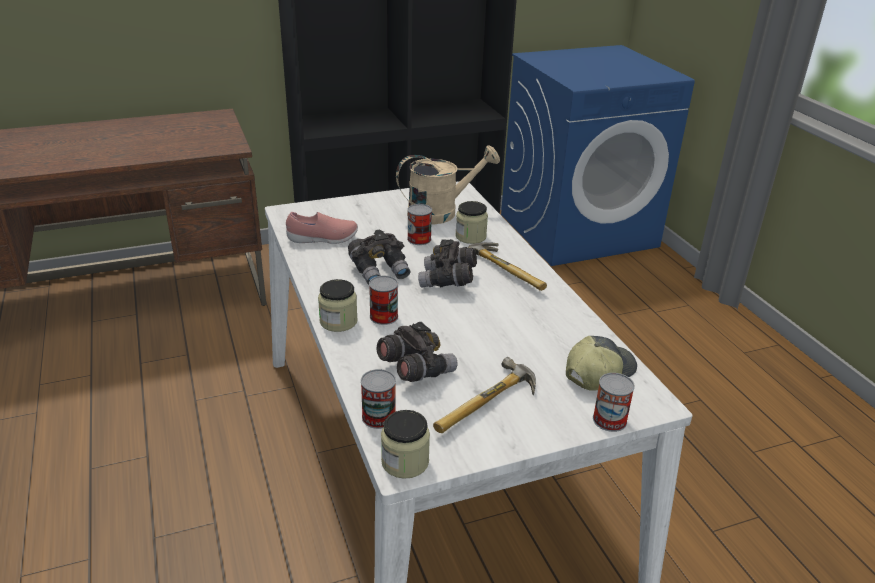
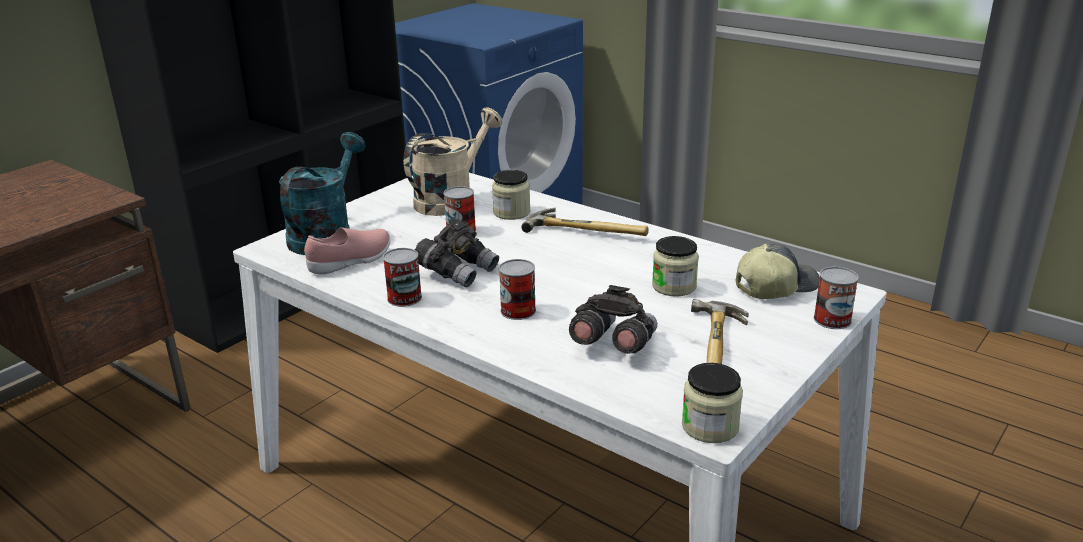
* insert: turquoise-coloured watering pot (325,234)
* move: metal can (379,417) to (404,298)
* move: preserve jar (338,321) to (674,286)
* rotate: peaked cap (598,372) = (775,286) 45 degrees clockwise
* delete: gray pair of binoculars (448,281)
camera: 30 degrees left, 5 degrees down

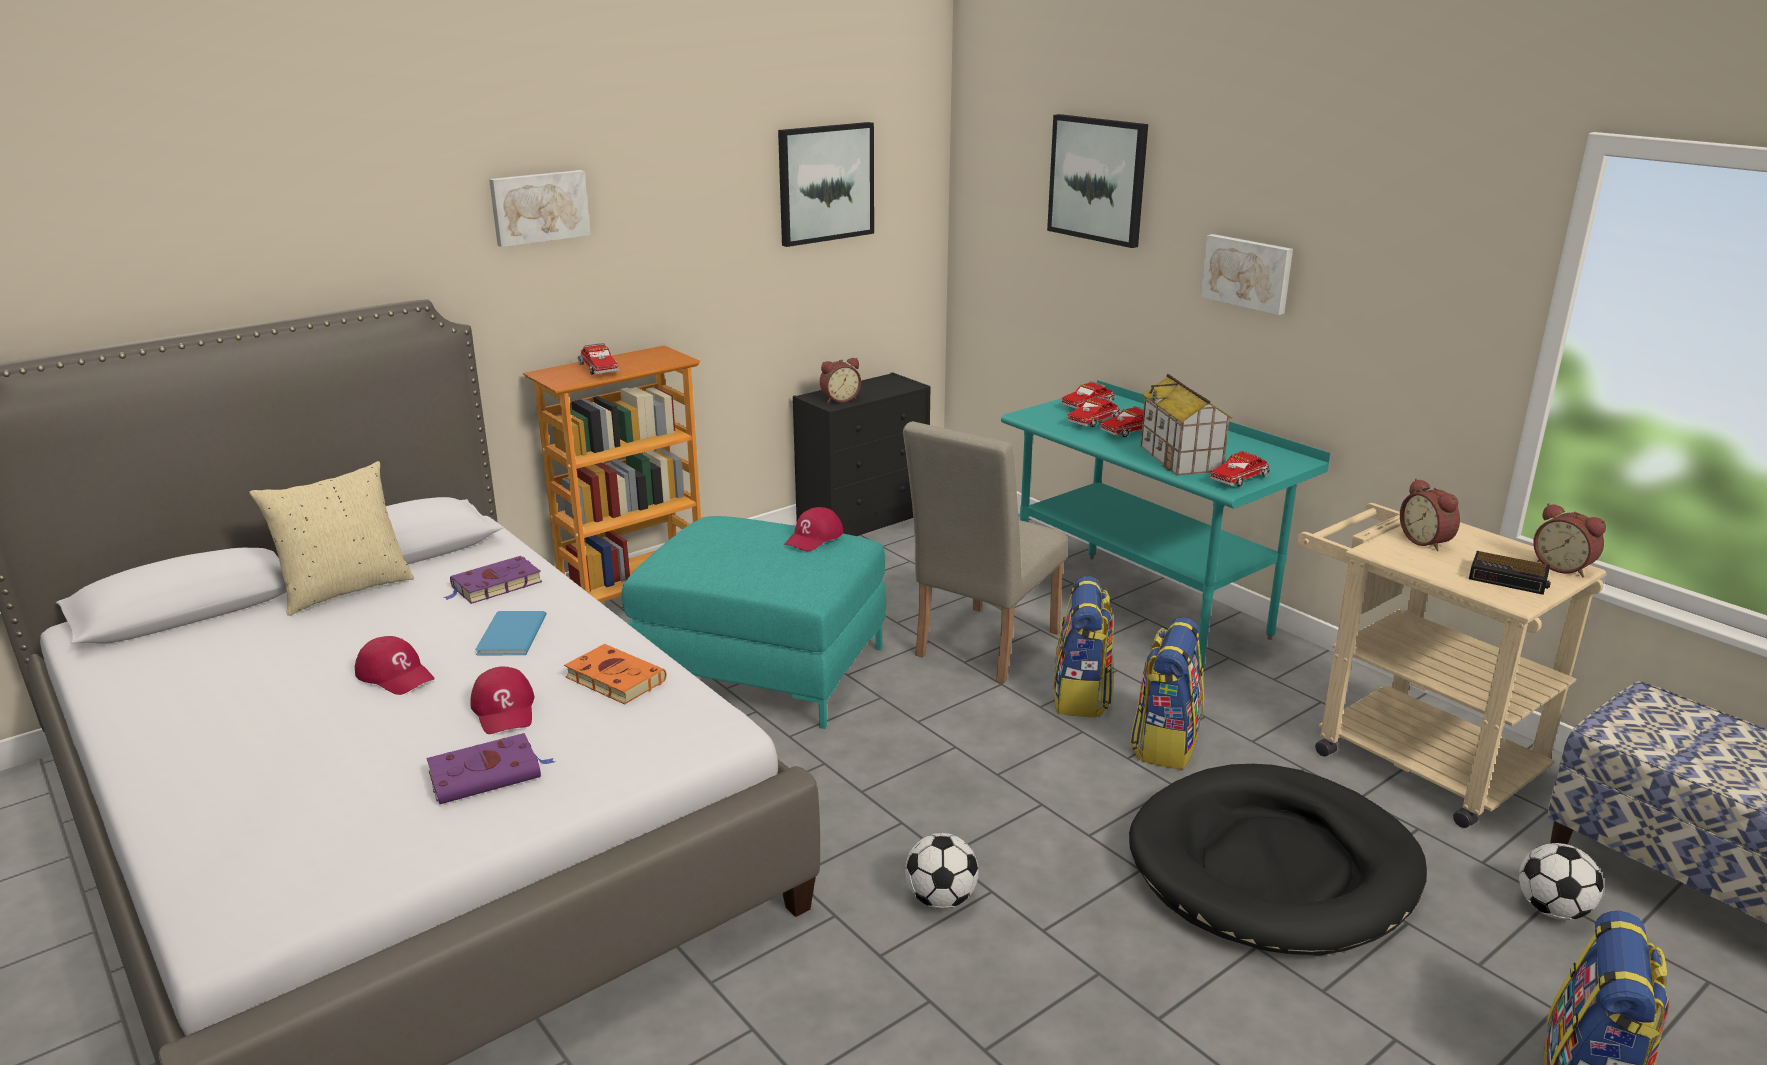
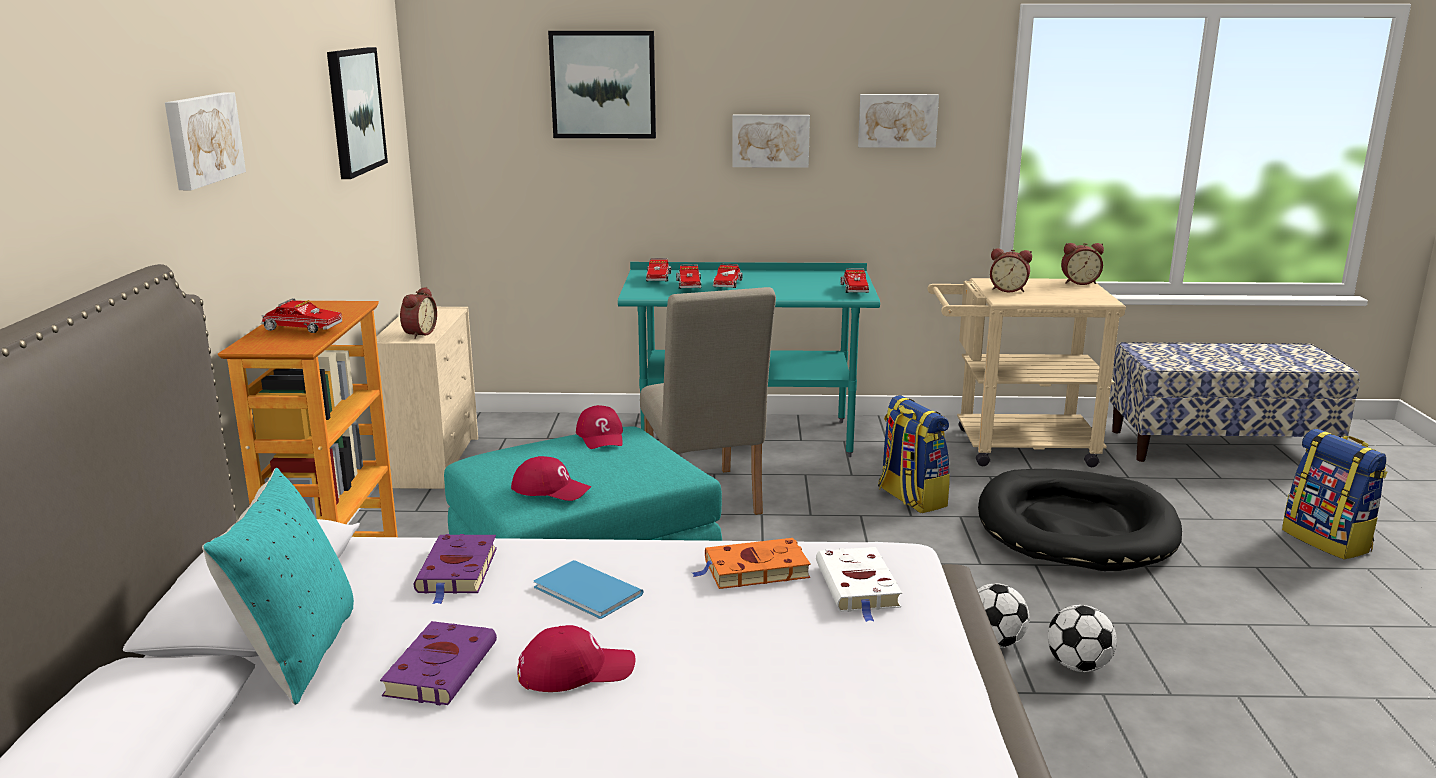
* recolor: sand-coloured pillow (345,590) to turquoise-coloured pillow (296,654)
* recolor: black drawer chest (864,521) to sand-coloured drawer chest (433,461)
* move: purple volume (488,774) to (442,667)
* move: red peaked cap (505,709) to (551,489)
* insert: whitish volume (858,587)
* insert: wall picture (897,120)
* move: ball for football (1552,910) to (1078,666)
* delete: backpack (1081,697)
* delete: model house (1181,458)
* delete: alarm clock (1509,579)
camera: 50 degrees left, 5 degrees down

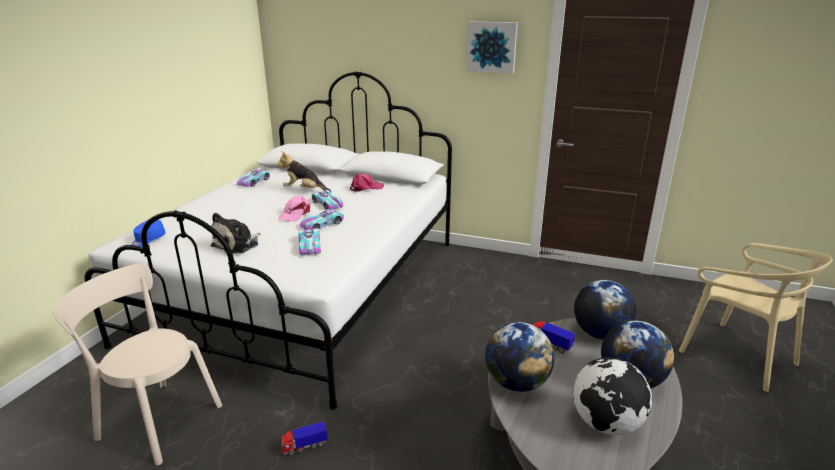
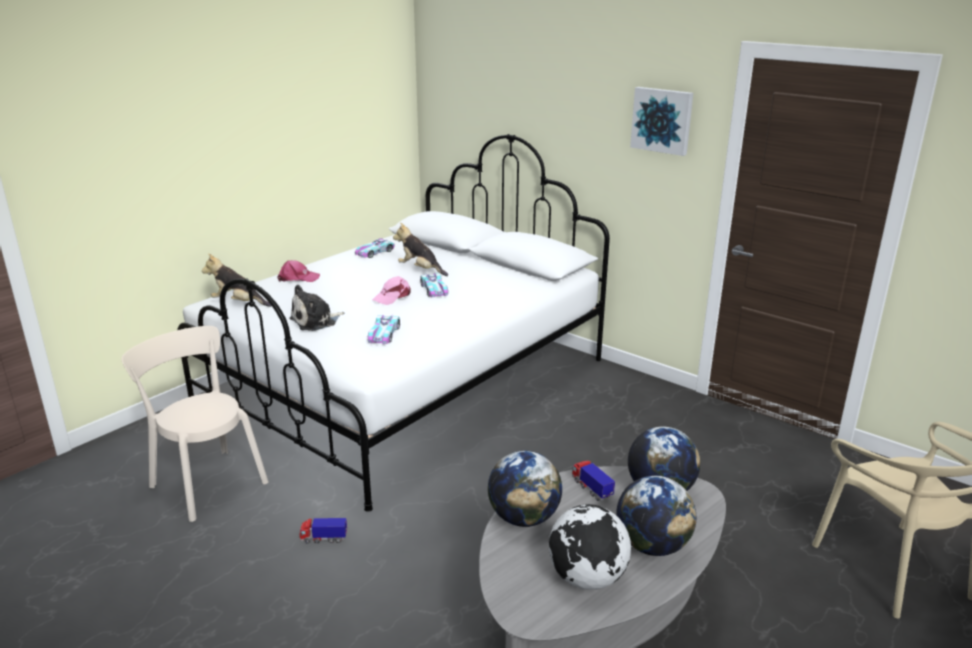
* replace: blue-coloured peaked cap (148,240) to plush toy (238,303)
* move: pink peaked cap (366,188) to (298,278)
* delete: toy car (322,224)
camera: 20 degrees right, 0 degrees up

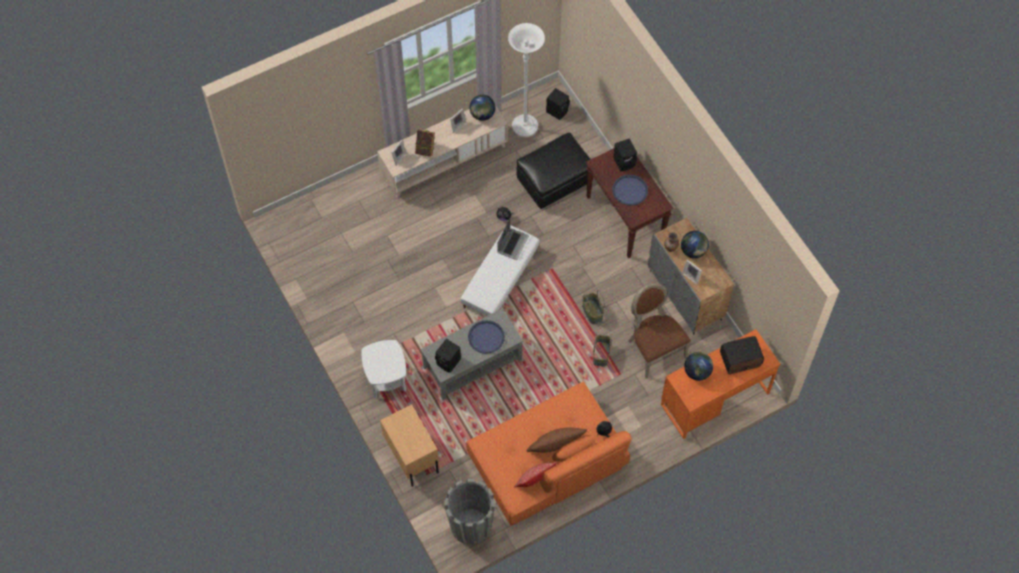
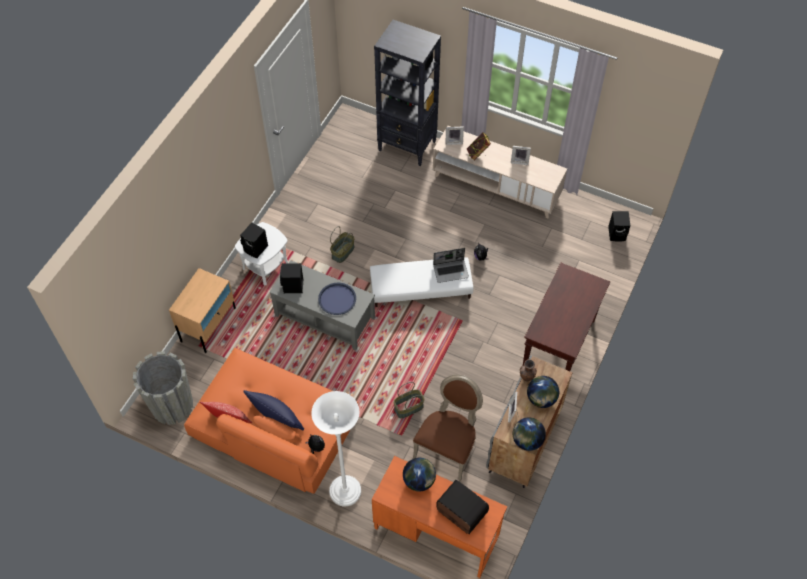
* move: black speaker (625,162) to (256,249)
* recolor: brown pillow (555,445) to blue-coloured pillow (276,416)
* move: whitish standard lamp (525,127) to (345,491)
* move: storage basket (592,312) to (342,252)
* insert: black shelving unit (407,146)
* move: globe (482,115) to (527,441)
* delete: black pouffe (554,181)
* delete: blue-coloured tray (630,190)
camera: 55 degrees right, 5 degrees down

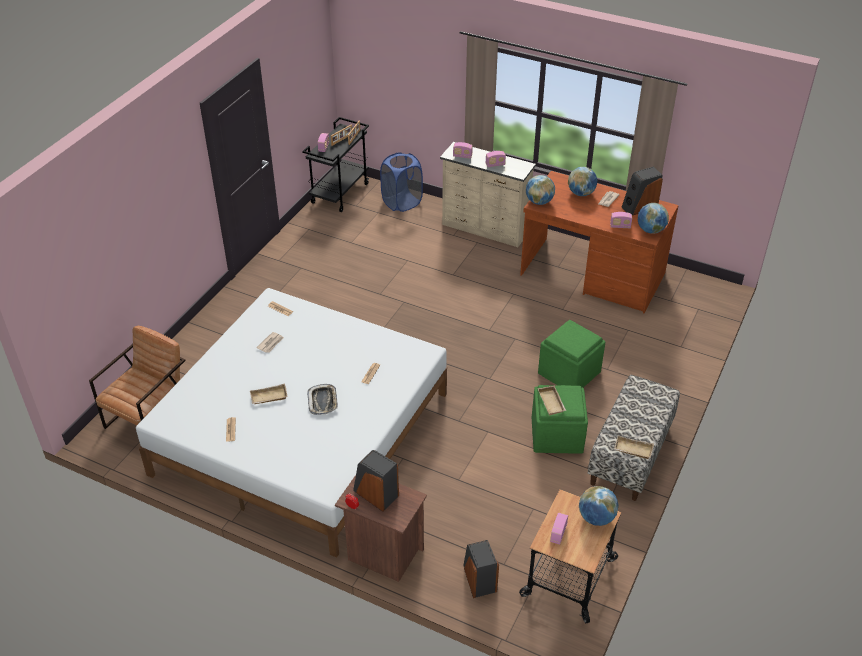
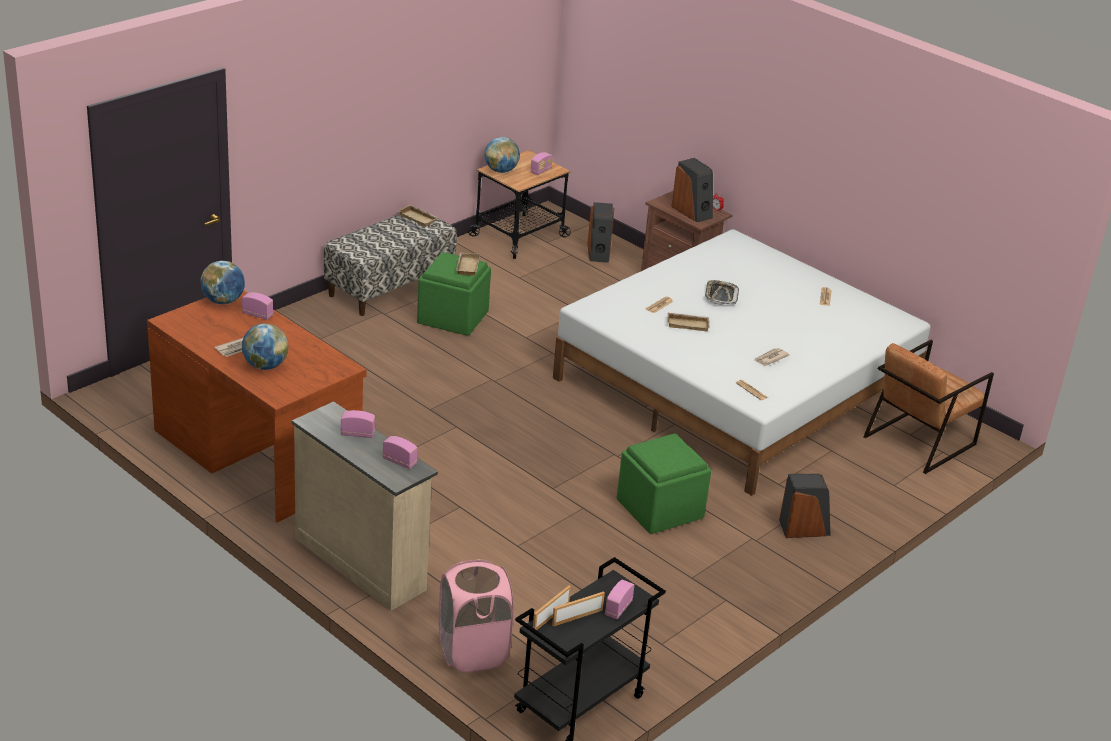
* recolor: blue-coloured laundry basket (402,202) to pink laundry basket (473,652)
* move: green pouffe (570,372) to (658,508)
* move: sand-coloured tray (268,397) to (688,324)
* move: speaker (639,207) to (804,528)
* delete: globe (539,202)
camera: 165 degrees left, 10 degrees down

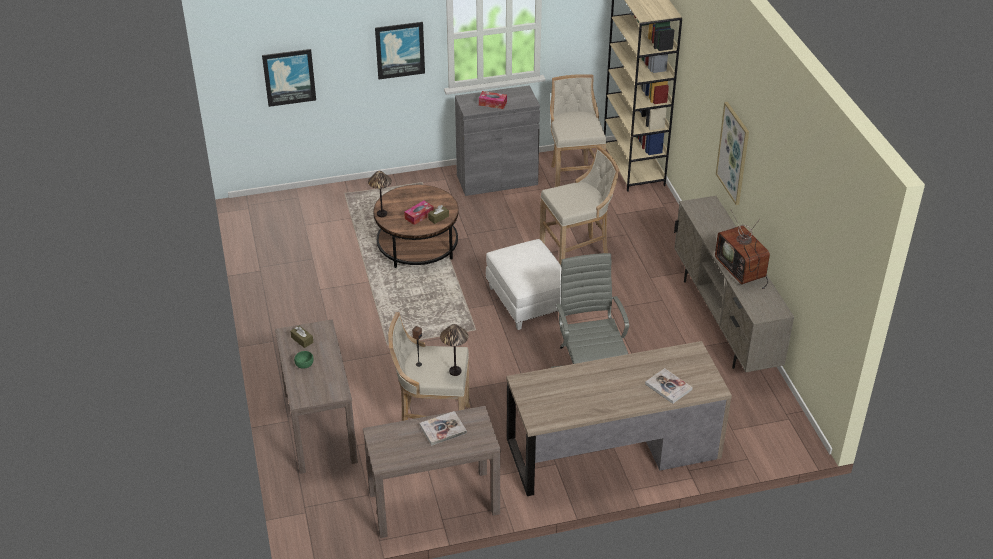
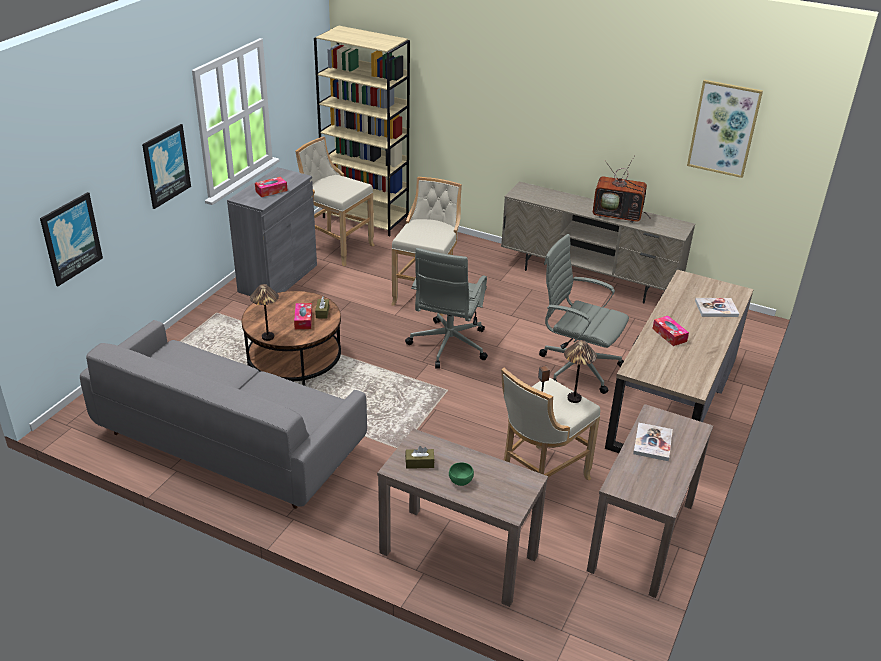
* insert: gray couch (230,441)
* replace: whitish pouffe (526,301) to gray computer chair (448,346)
* insert: tissue box (669,335)
* move: wall picture (733,153) to (724,128)
camera: 50 degrees left, 5 degrees down

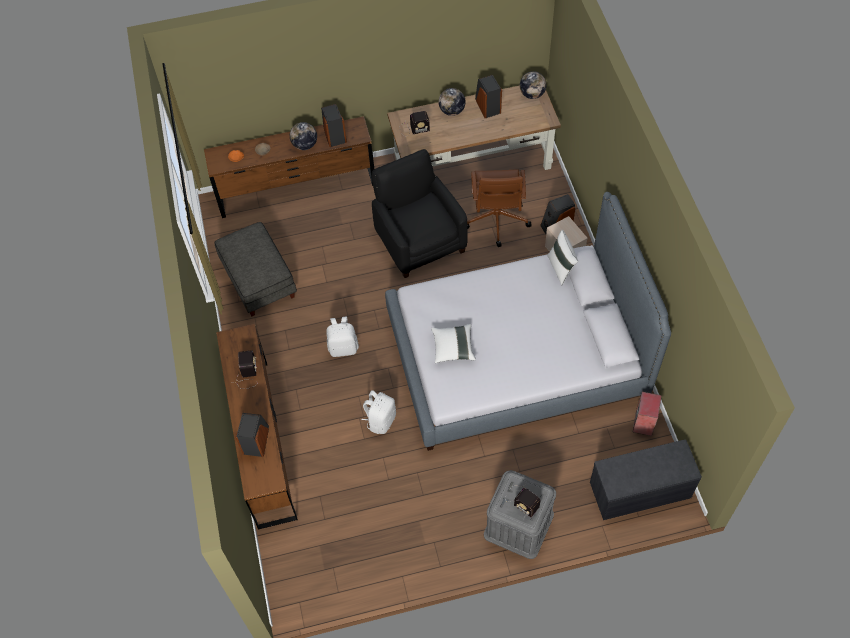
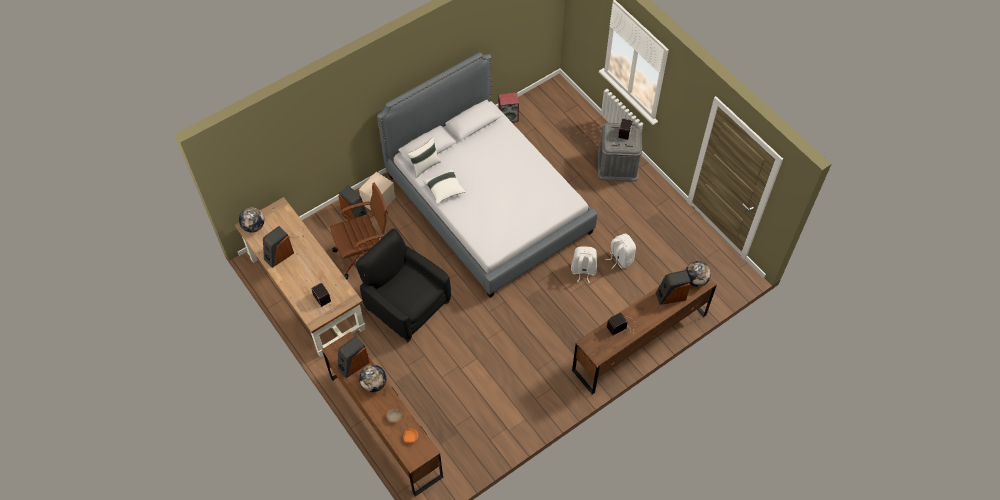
* rotate: black easy chair (419,240) = (406,304) 90 degrees clockwise
* move: whitish pillow (453,348) to (444,190)
* move: whitish backpack (343,347) to (620,258)
* move: globe (452,111) to (695,280)
* delete: gray pouffe (258,280)
* delete: gray bench (639,491)
camera: 115 degrees left, 0 degrees up

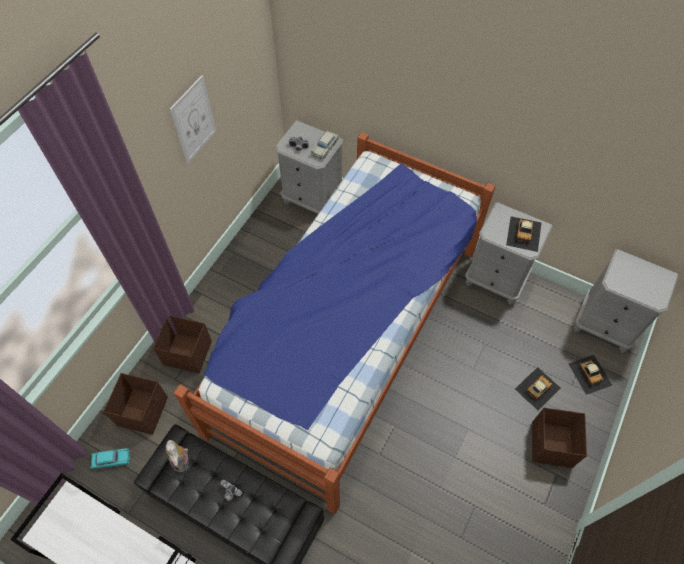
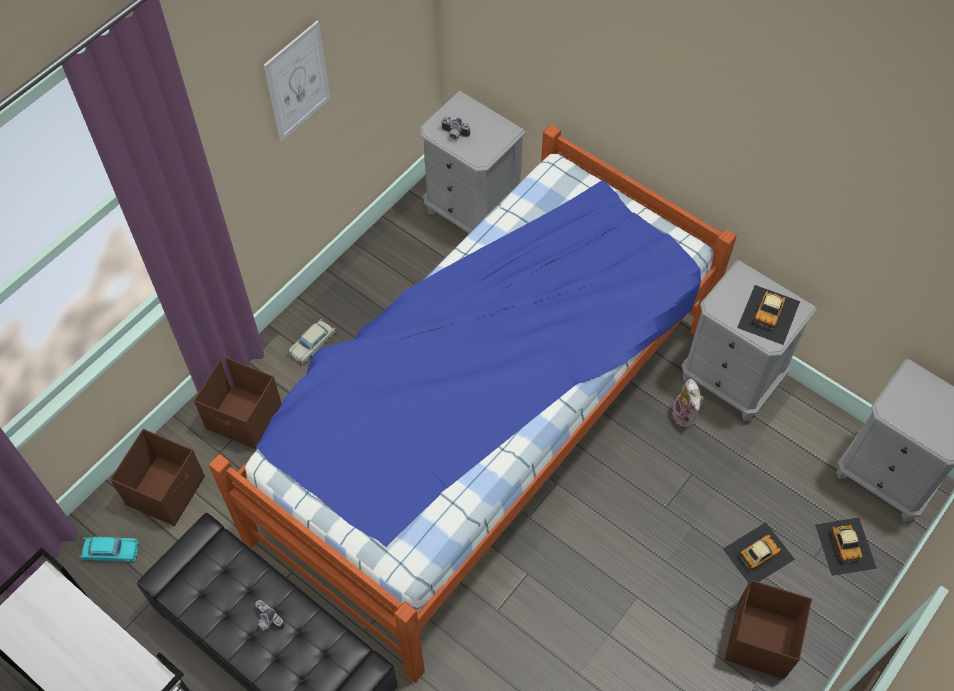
* move: sand-coloured toy car (325,147) to (313,345)
* move: plush toy (182,461) to (686,415)
camera: 10 degrees right, 0 degrees up

